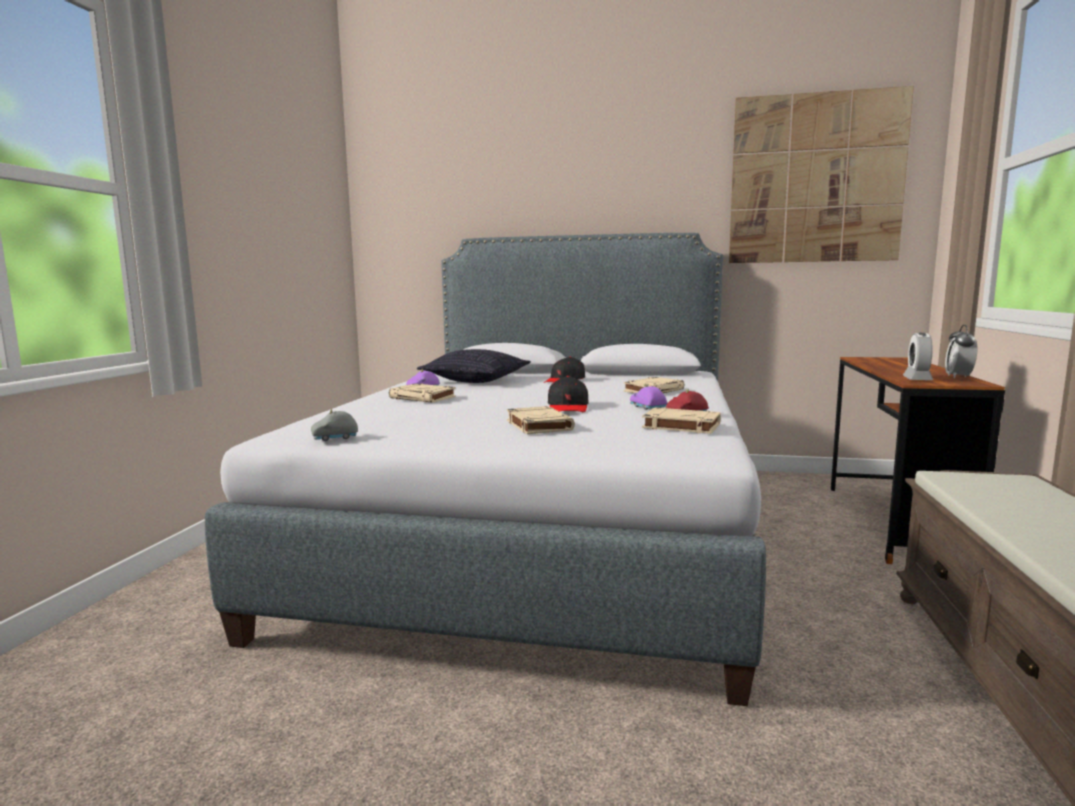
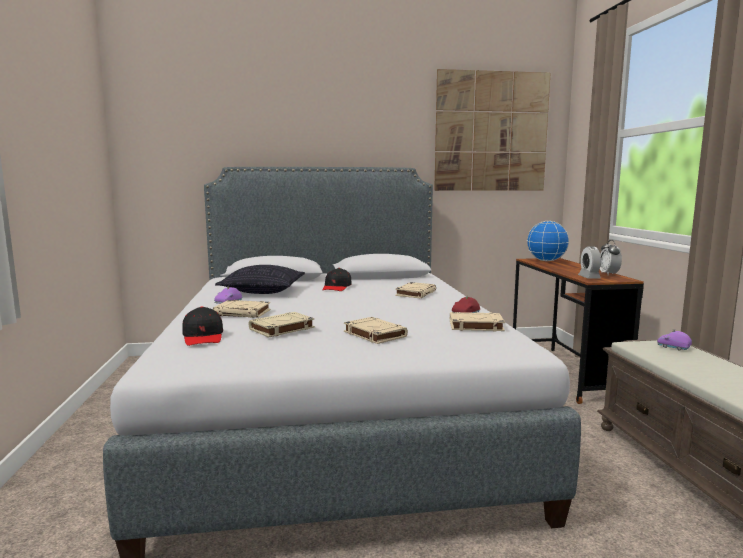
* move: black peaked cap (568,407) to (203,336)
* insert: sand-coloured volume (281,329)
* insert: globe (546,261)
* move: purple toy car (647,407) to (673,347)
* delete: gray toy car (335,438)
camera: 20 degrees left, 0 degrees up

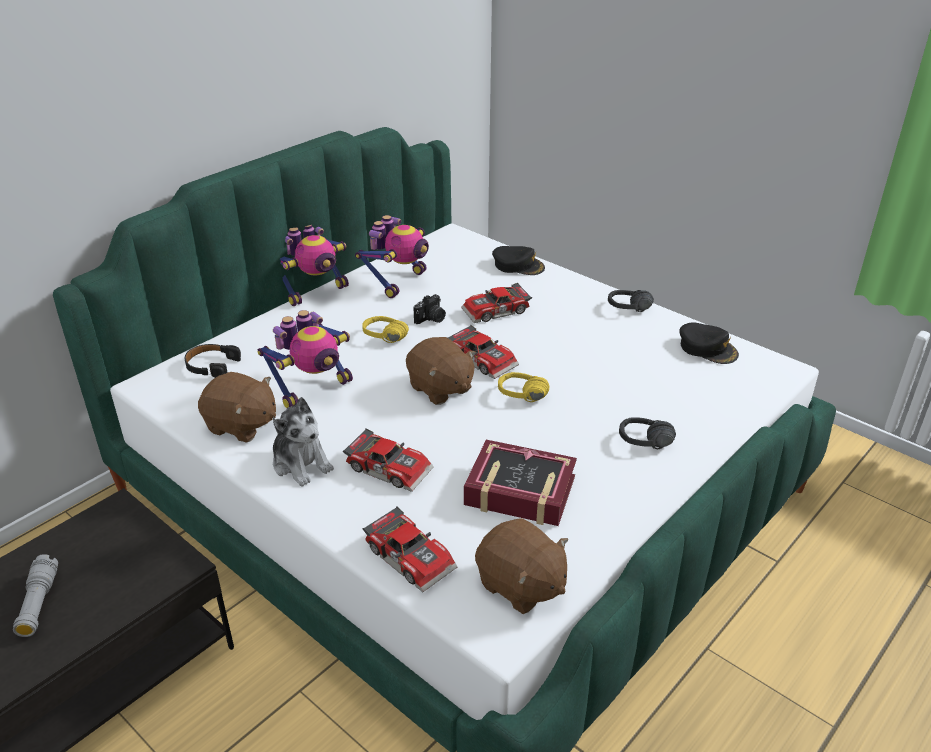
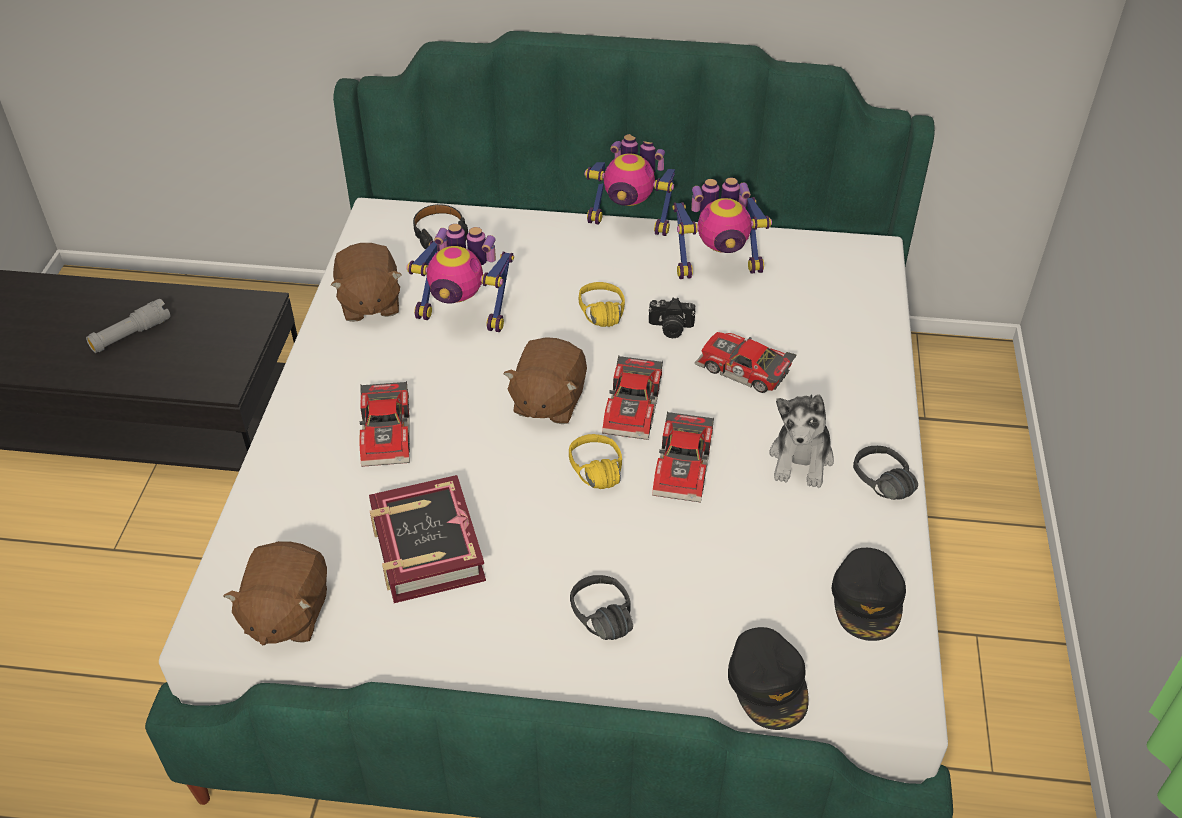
* move: toy car (412,556) to (685,466)
* move: black peaked cap (518,265) to (768,683)
* move: plush toy (301,463) to (801,459)
camera: 55 degrees right, 10 degrees up

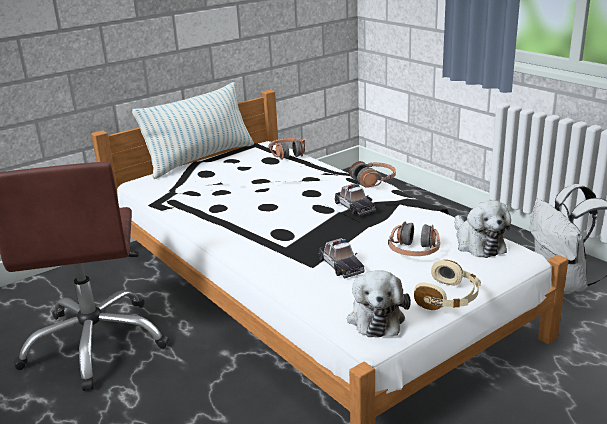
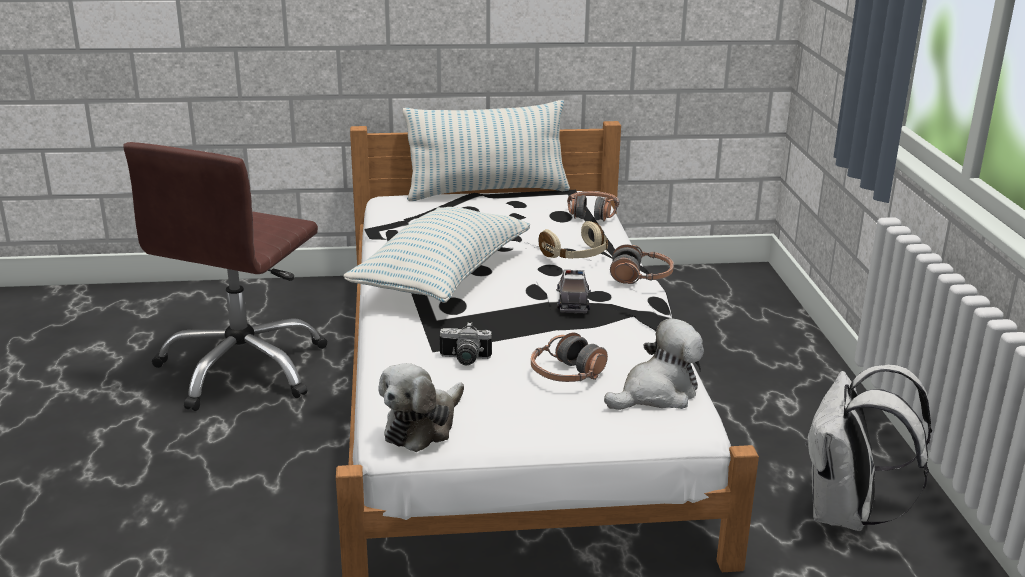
* insert: pillow (442,277)
* replace: toy car (340,265) to photo camera (464,360)
* move: sand-coloured pair of headphones (449,298) to (576,255)
* rotate: plush toy (478,243) = (657,394) 135 degrees counterclockwise
camera: 30 degrees right, 0 degrees up

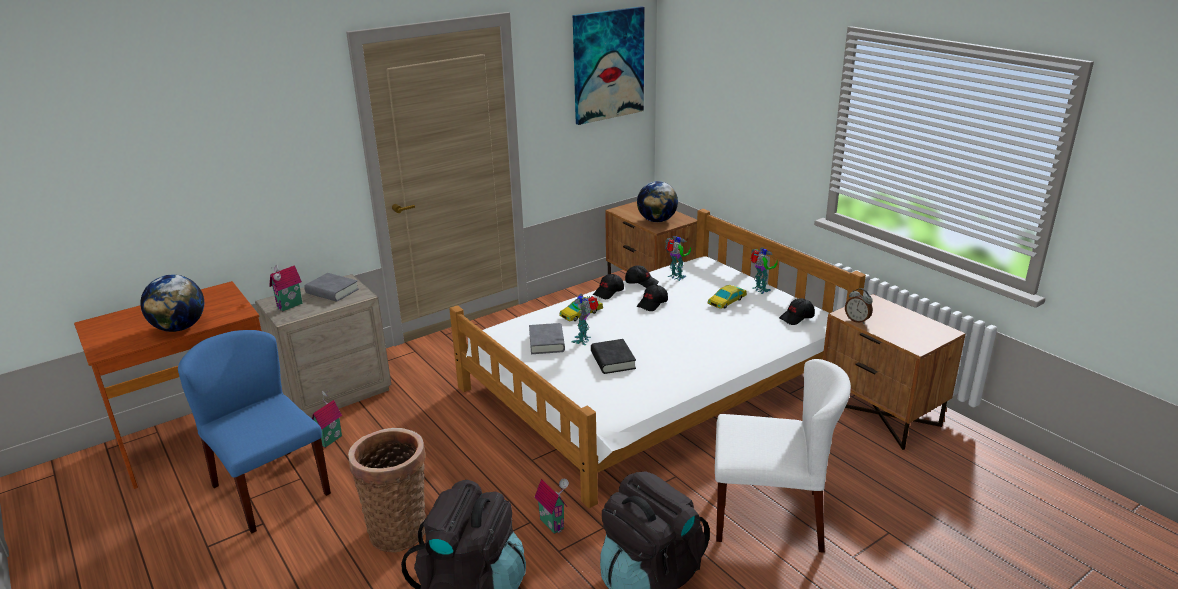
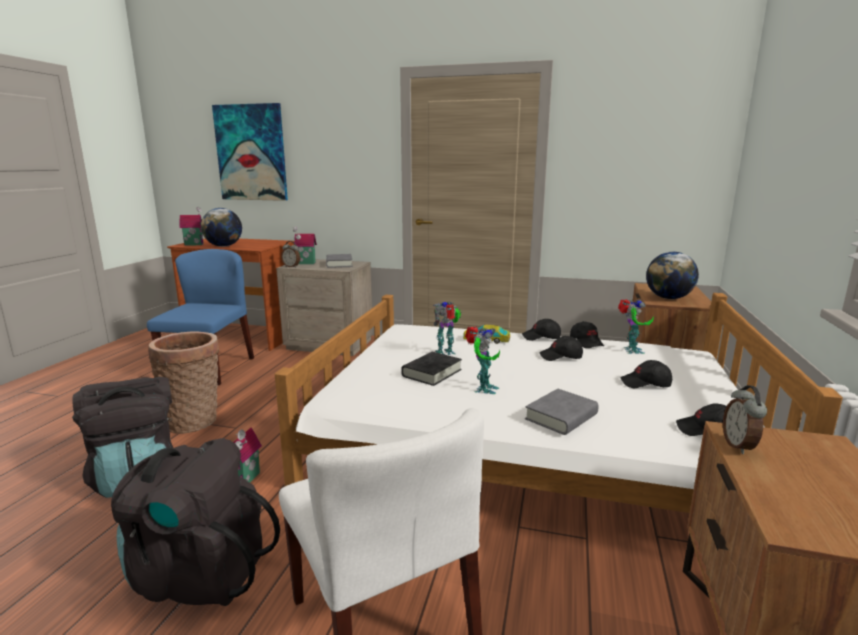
* move: model house (329,439) to (194,244)
* move: wall picture (608,65) to (251,153)
* insert: alarm clock (291,266)
* move: model robot (760,290) to (483,389)
* move: gray volume (546,342) to (561,417)
* replace: toy car (727,301) to black peaked cap (645,384)
camera: 50 degrees right, 10 degrees down

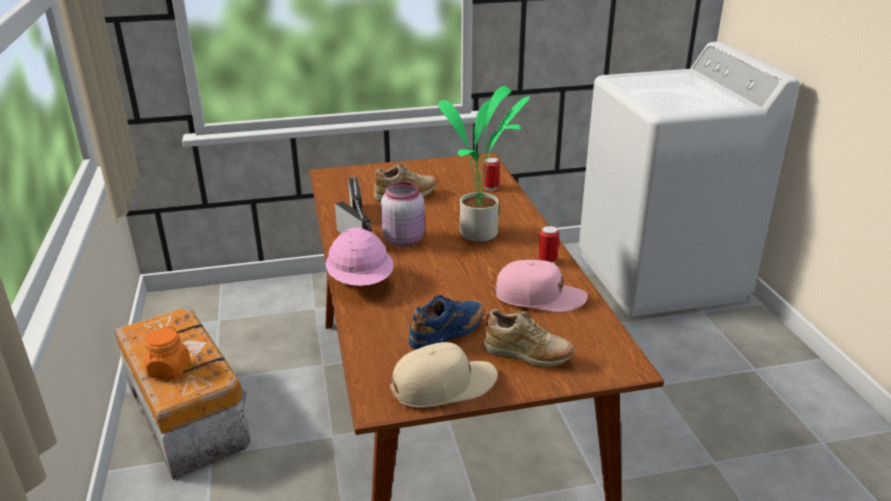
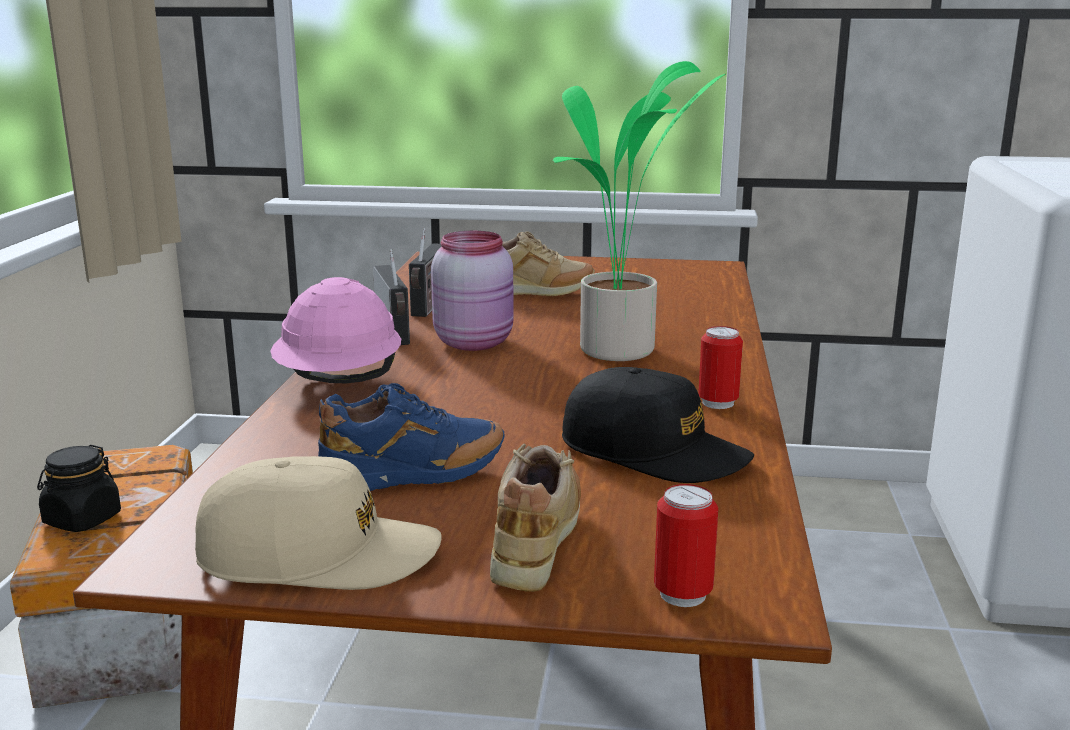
* recolor: orange preserve jar (169,370) to black preserve jar (82,519)
* rotate: sand-coloured item of footwear (528,356) = (539,541) 120 degrees counterclockwise
* recolor: pink peaked cap (539,297) to black peaked cap (653,452)
* move: metal can (490,187) to (683,594)
camera: 20 degrees right, 10 degrees down

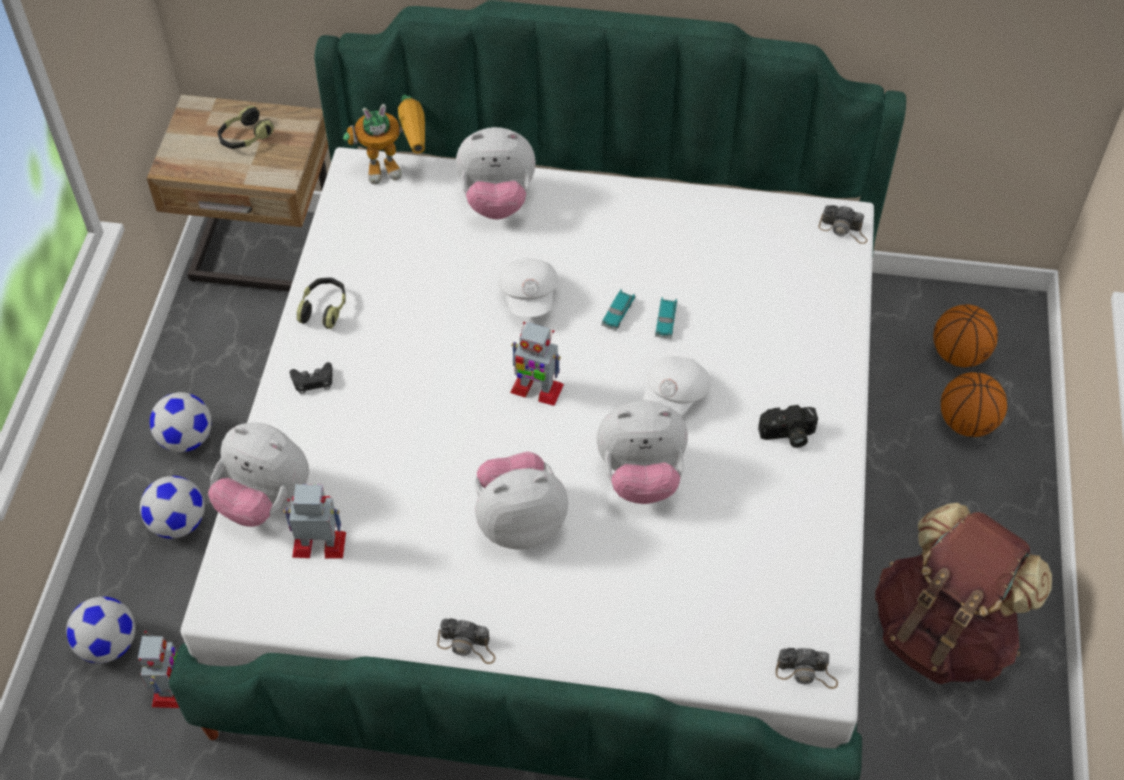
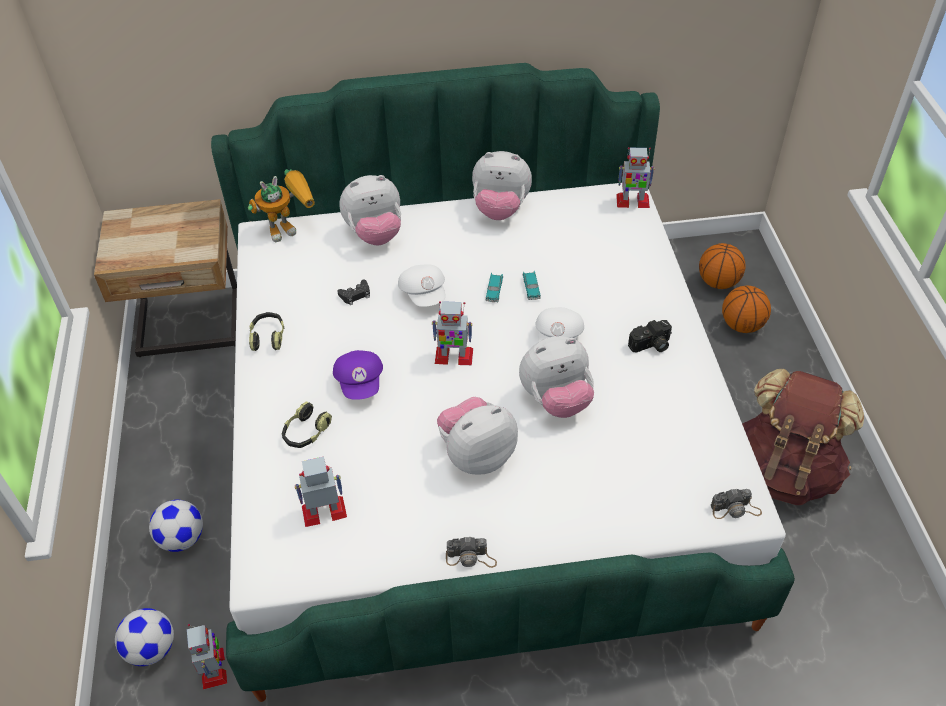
* move: pair of headphones (245,137) to (306,432)
* insert: purple peaked cap (361,382)
* move: black joypad (313,381) to (355,295)
* move: plush toy (265,499) to (500,209)
* replace: photo camera (843,230) to model robot (632,201)
* delete: ball for football (186,439)
camera: 15 degrees left, 5 degrees down

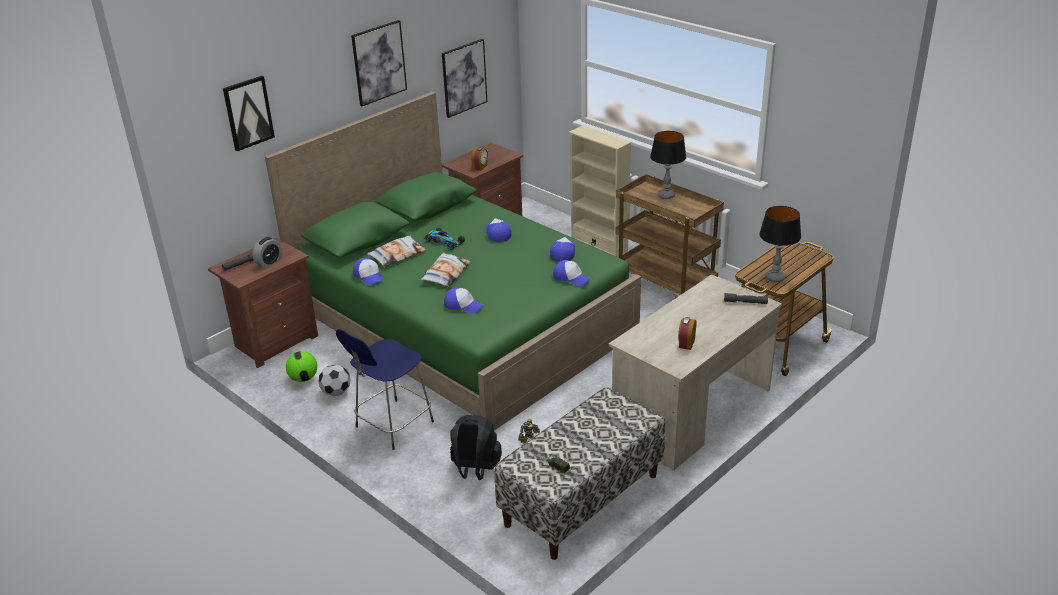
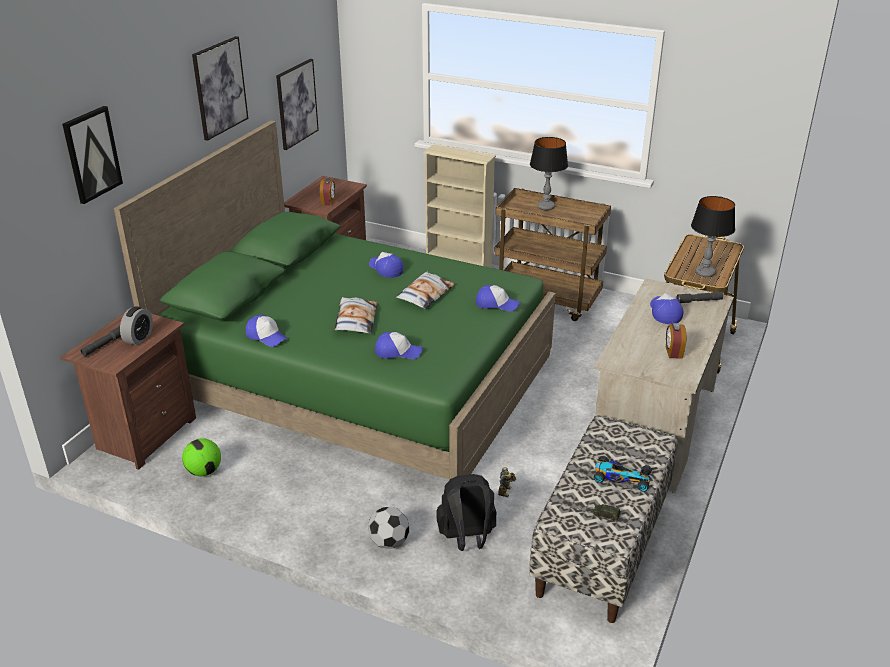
* move: ball for football (336,392) to (389,542)
* move: pillow (397,255) to (425,294)
* move: toy car (444,241) to (620,477)
* move: peaked cap (563,253) to (664,312)
* delete: blue-coloured stool (392,426)
camera: 20 degrees left, 0 degrees up

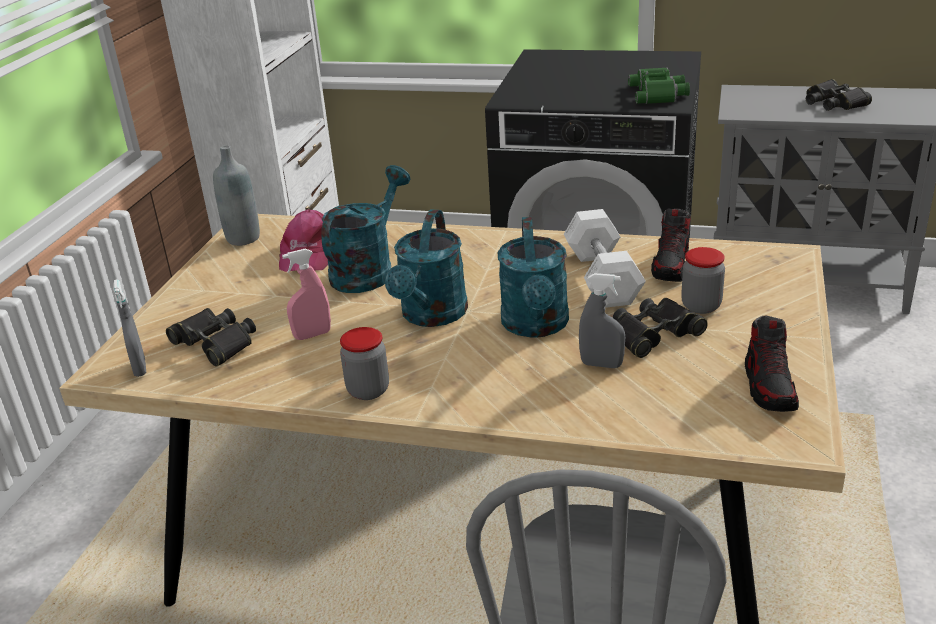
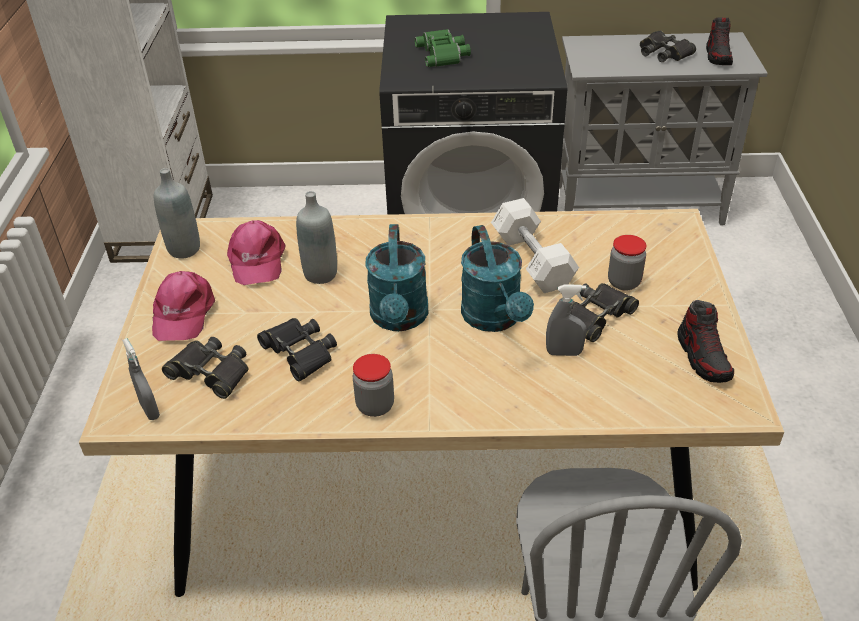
* insert: pink peaked cap (183,313)
* replace: pink hand sprayer (312,335) to black pair of binoculars (299,352)
* replace: turquoise-coloured watering pot (368,270) to gray bottle (320,274)
* move: green pair of binoculars (659,93) to (444,54)
* move: item of footwear (671,265) to (718,56)
camera: 15 degrees left, 10 degrees up

